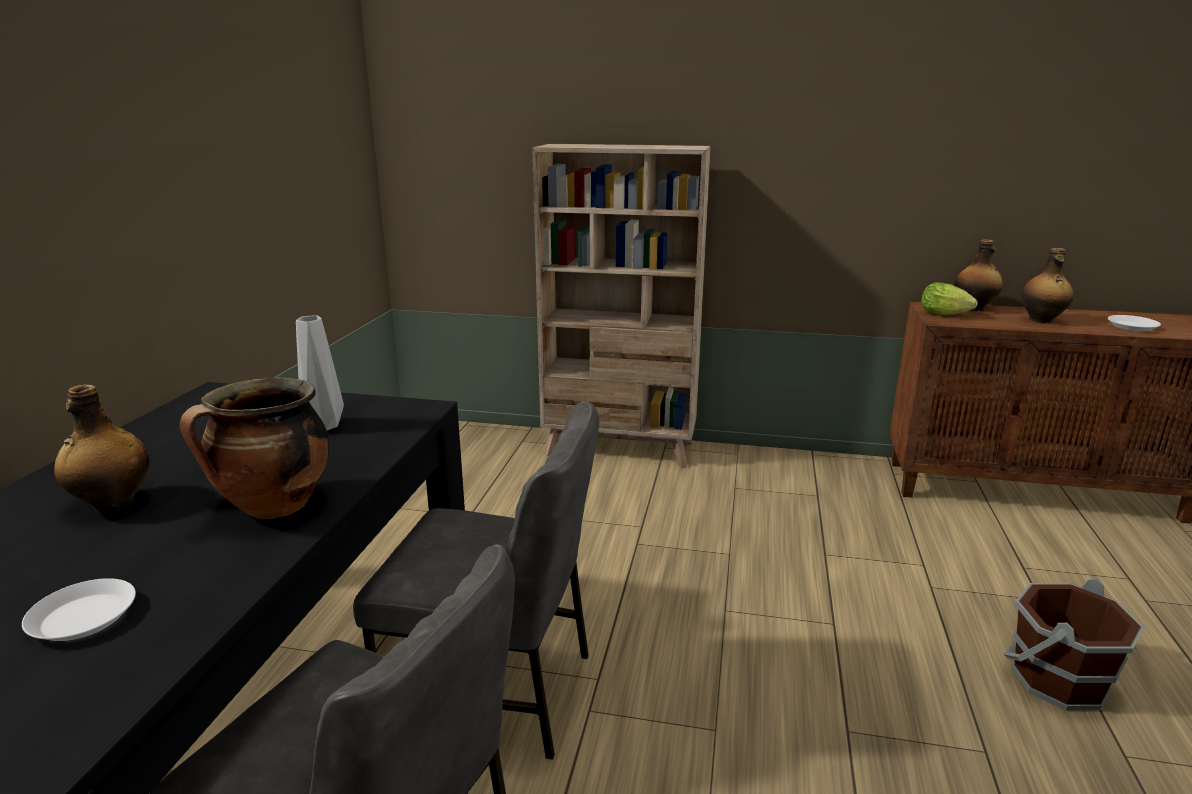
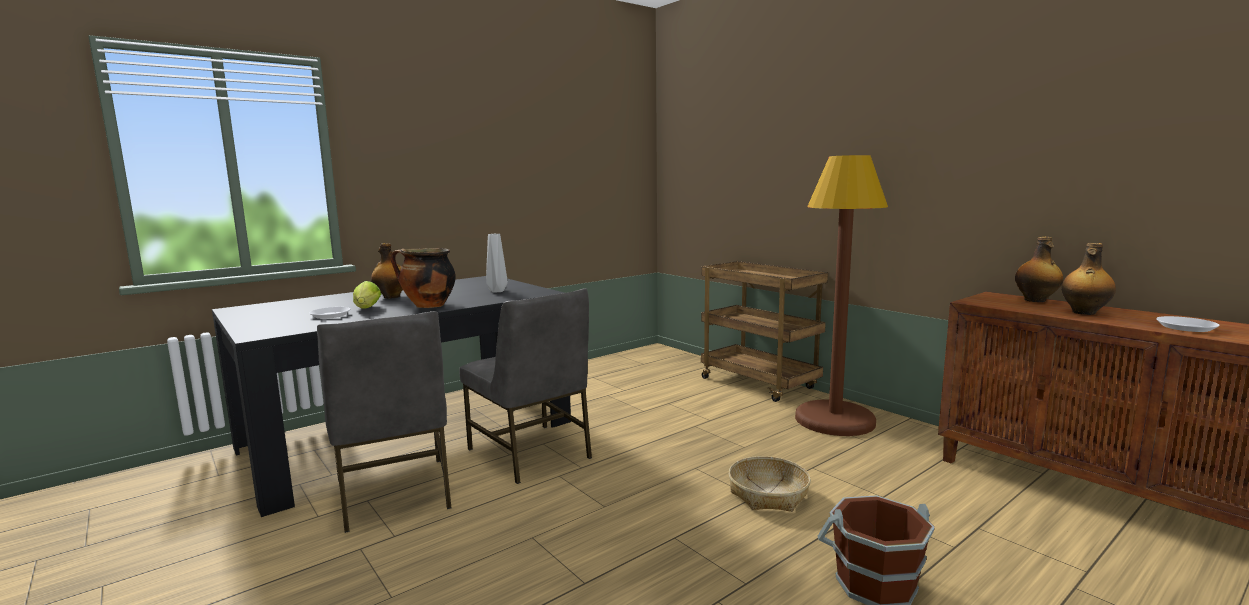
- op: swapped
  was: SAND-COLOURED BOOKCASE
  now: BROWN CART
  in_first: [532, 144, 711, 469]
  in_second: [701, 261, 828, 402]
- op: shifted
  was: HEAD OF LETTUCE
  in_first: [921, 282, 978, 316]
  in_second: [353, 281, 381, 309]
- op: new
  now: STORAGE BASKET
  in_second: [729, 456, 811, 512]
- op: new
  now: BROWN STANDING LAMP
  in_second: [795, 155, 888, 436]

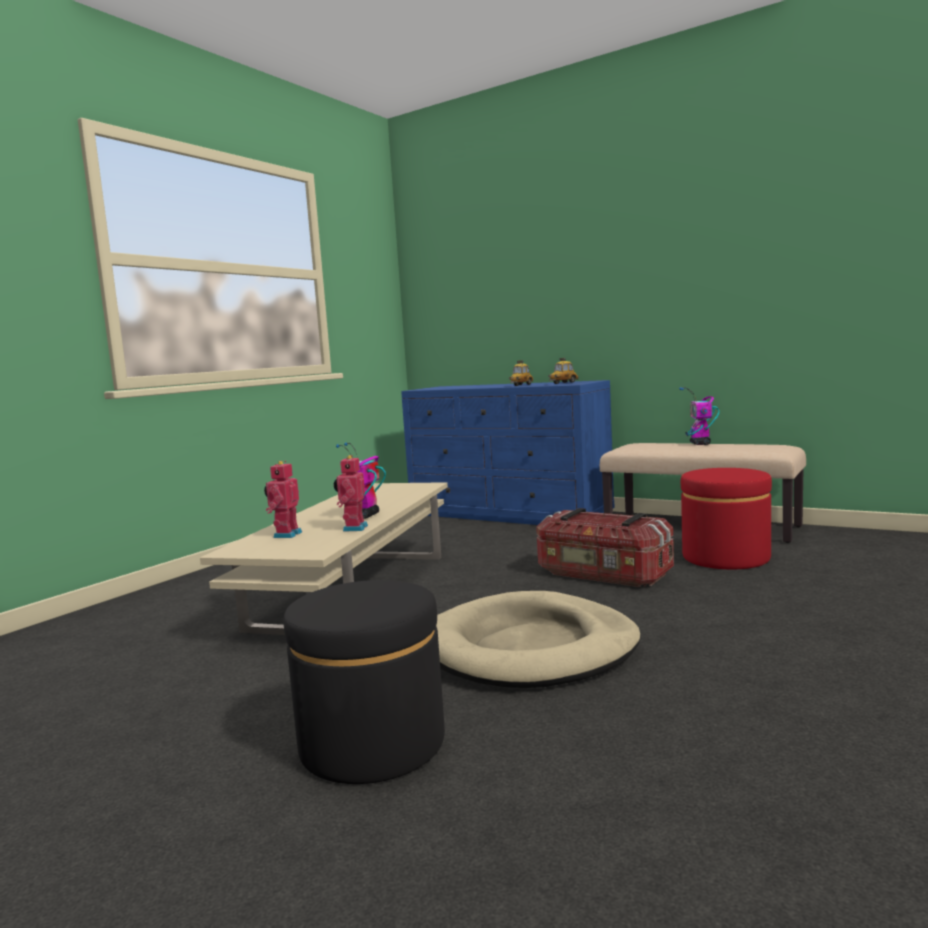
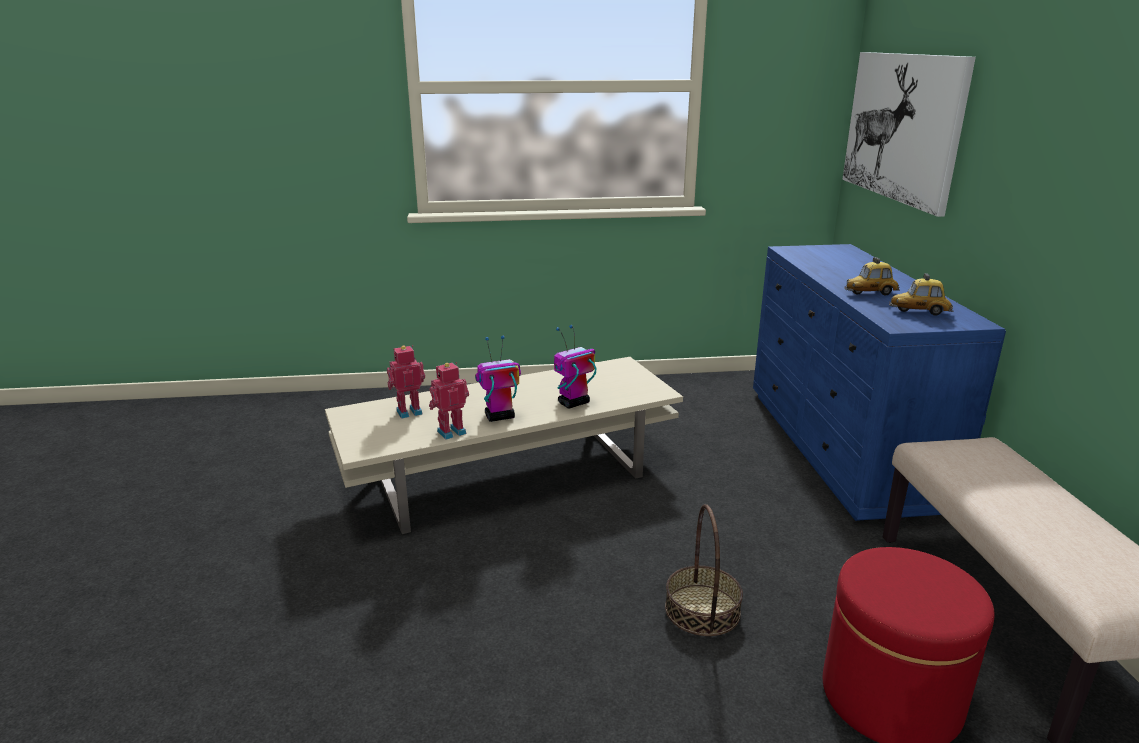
- op: gone
  was: BLACKISH FOOTREST
  in_first: [284, 580, 445, 784]
- op: gone
  was: SAND-COLOURED DOG CUSHION
  in_first: [436, 591, 641, 688]
- op: swapped
  was: STORAGE CONTAINER
  now: STORAGE BASKET
  in_first: [536, 508, 674, 587]
  in_second: [665, 504, 743, 636]
- op: shifted
  was: MODEL ROBOT
  in_first: [679, 387, 720, 445]
  in_second: [554, 325, 596, 408]
- op: new
  now: WALL ART
  in_second: [842, 52, 976, 217]

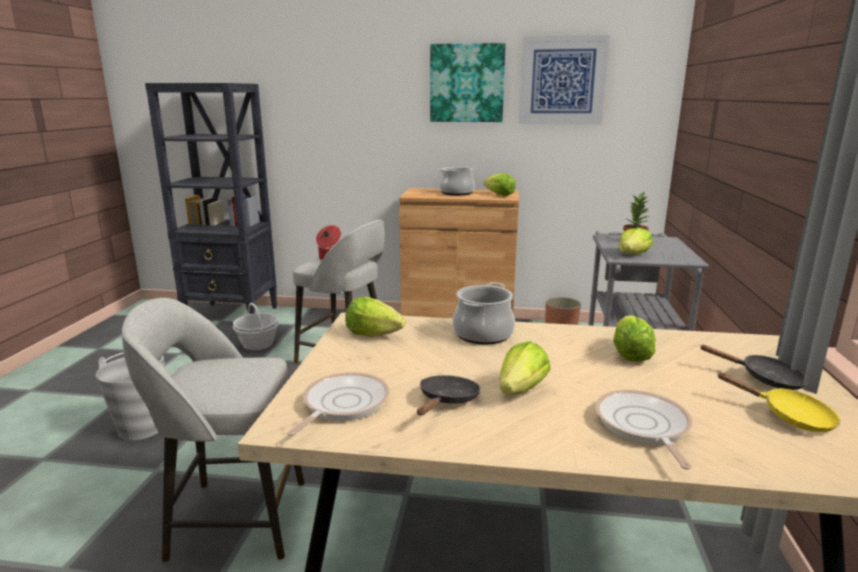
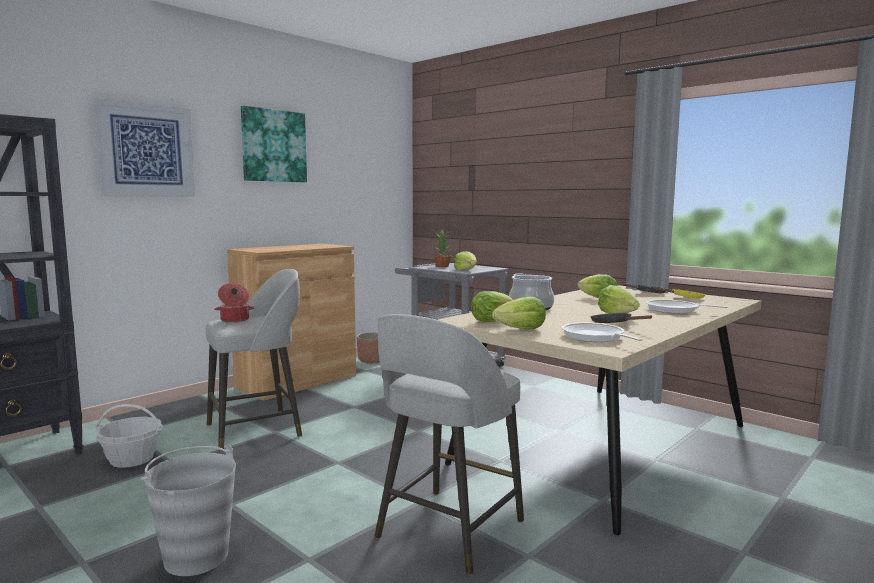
- op: gone
  was: STOCKPOT
  in_first: [438, 167, 476, 196]
- op: shifted
  was: HEAD OF LETTUCE
  in_first: [483, 173, 516, 196]
  in_second: [492, 297, 546, 329]
- op: shifted
  was: WALL ART
  in_first: [519, 35, 610, 125]
  in_second: [93, 98, 195, 197]

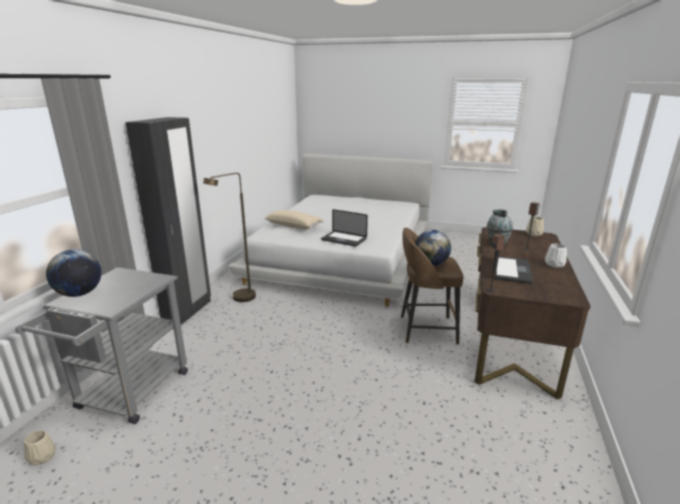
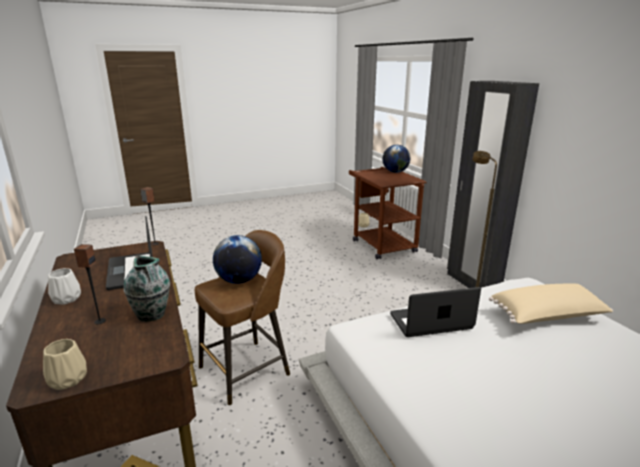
- op: repainted
  was: GREYISH CART
  now: BROWN CART
  in_first: [15, 267, 188, 424]
  in_second: [349, 167, 427, 259]

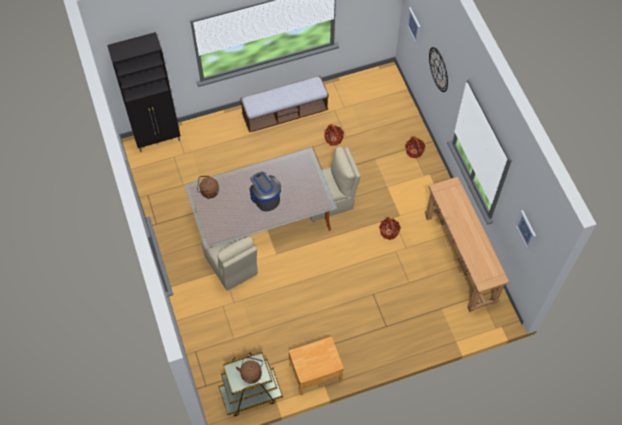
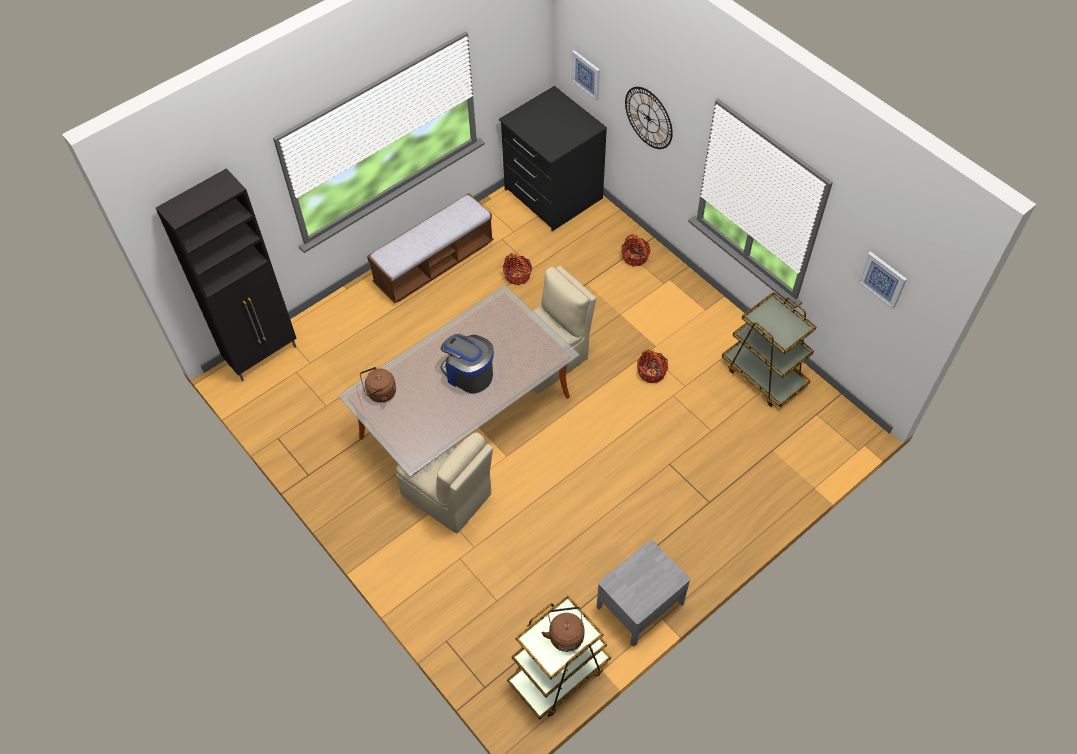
- op: repainted
  was: BROWN BEDSIDE TABLE
  now: GREYISH BEDSIDE TABLE
  in_first: [289, 337, 344, 395]
  in_second: [597, 540, 690, 646]
- op: swapped
  was: BROWN HALL TABLE
  now: BROWN CART
  in_first: [425, 177, 509, 312]
  in_second: [722, 292, 817, 407]
- op: new
  now: BLACKISH CHEST OF DRAWERS
  in_second: [499, 86, 607, 231]

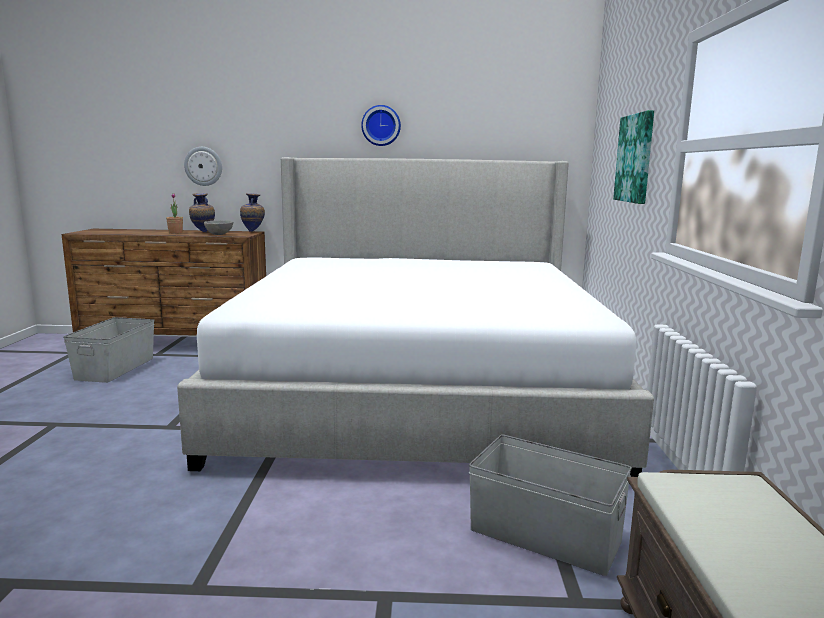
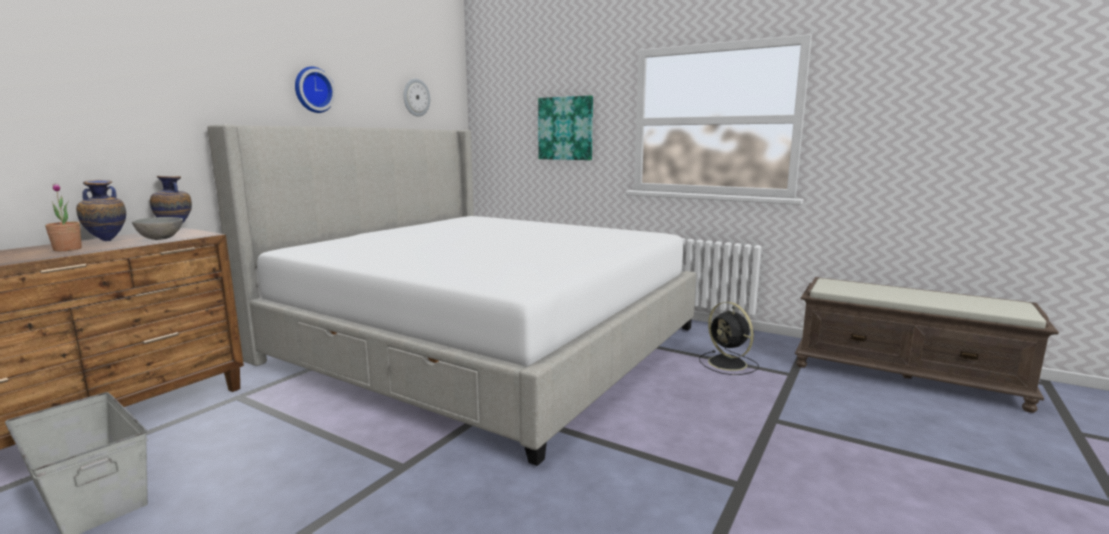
- op: shifted
  was: WALL CLOCK
  in_first: [184, 147, 222, 186]
  in_second: [403, 78, 430, 117]
- op: swapped
  was: GREYISH STORAGE CONTAINER
  now: BLACKISH COOLING FAN
  in_first: [469, 435, 632, 576]
  in_second: [699, 302, 759, 375]

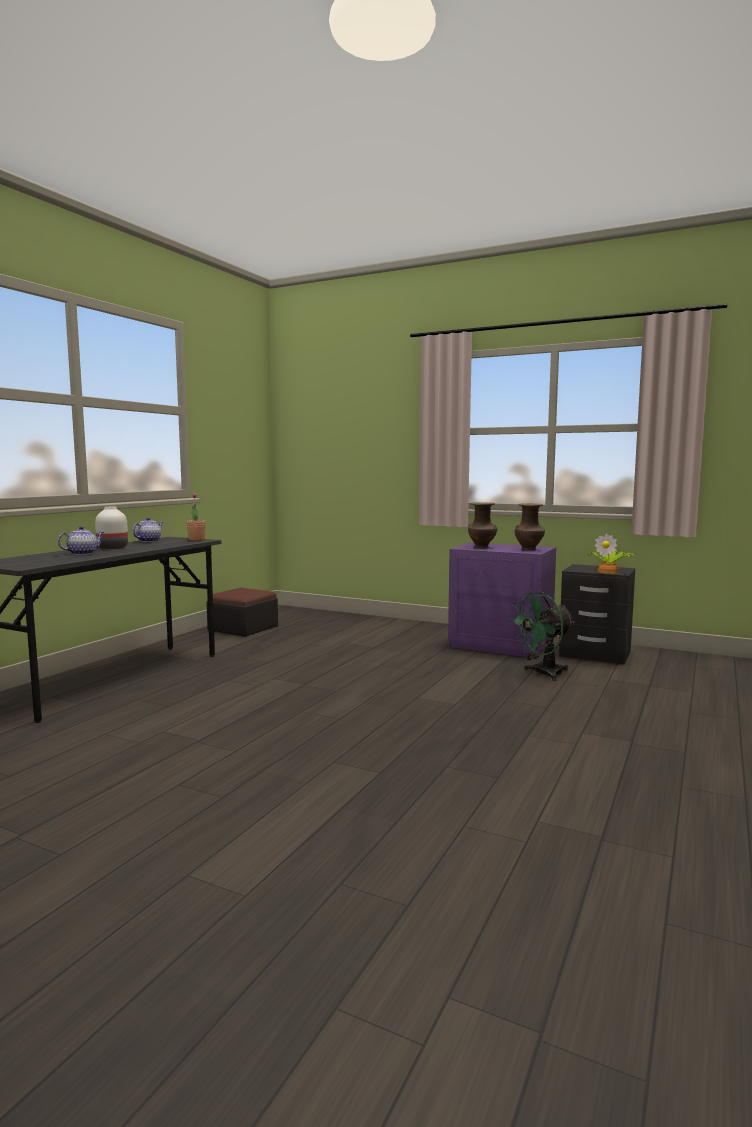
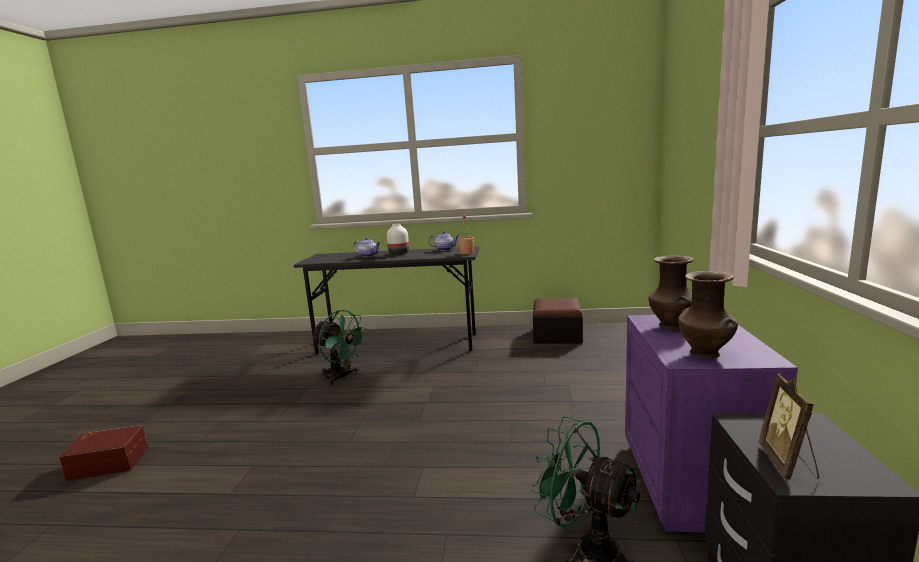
- op: swapped
  was: HOUSEPLANT
  now: STANDING FRAME
  in_first: [588, 533, 634, 574]
  in_second: [758, 374, 819, 480]
- op: new
  now: BROWN STORAGE CONTAINER
  in_second: [59, 425, 148, 481]
- op: new
  now: GREENISH COOLING FAN
  in_second: [311, 310, 367, 385]

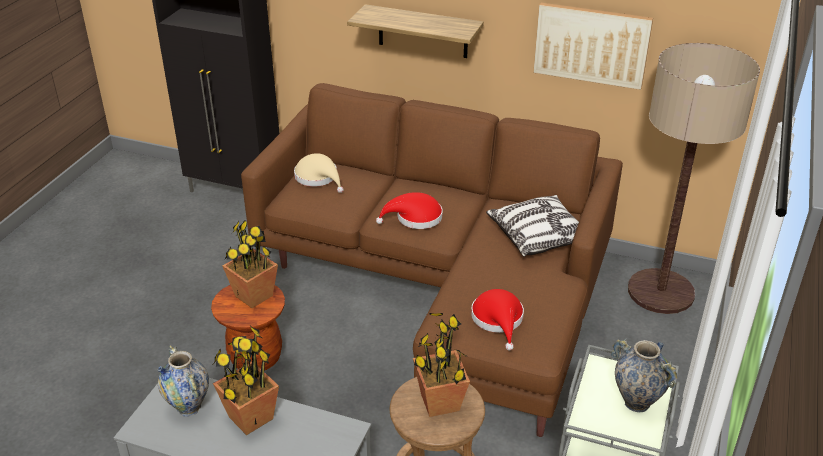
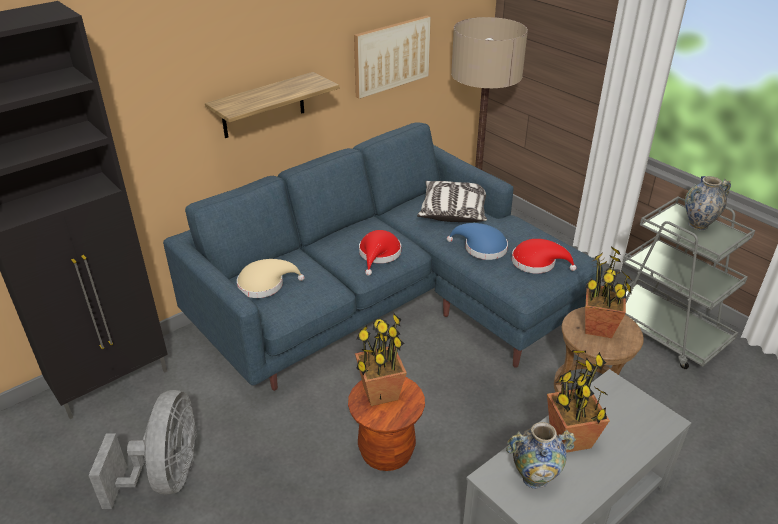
- op: repainted
  was: BROWN SETTEE
  now: BLUISH SETTEE
  in_first: [241, 83, 623, 437]
  in_second: [163, 123, 603, 391]
- op: new
  now: GREYISH COOLING FAN
  in_second: [88, 390, 197, 509]
- op: new
  now: BLUISH CLOTHING HAT
  in_second: [447, 223, 508, 260]

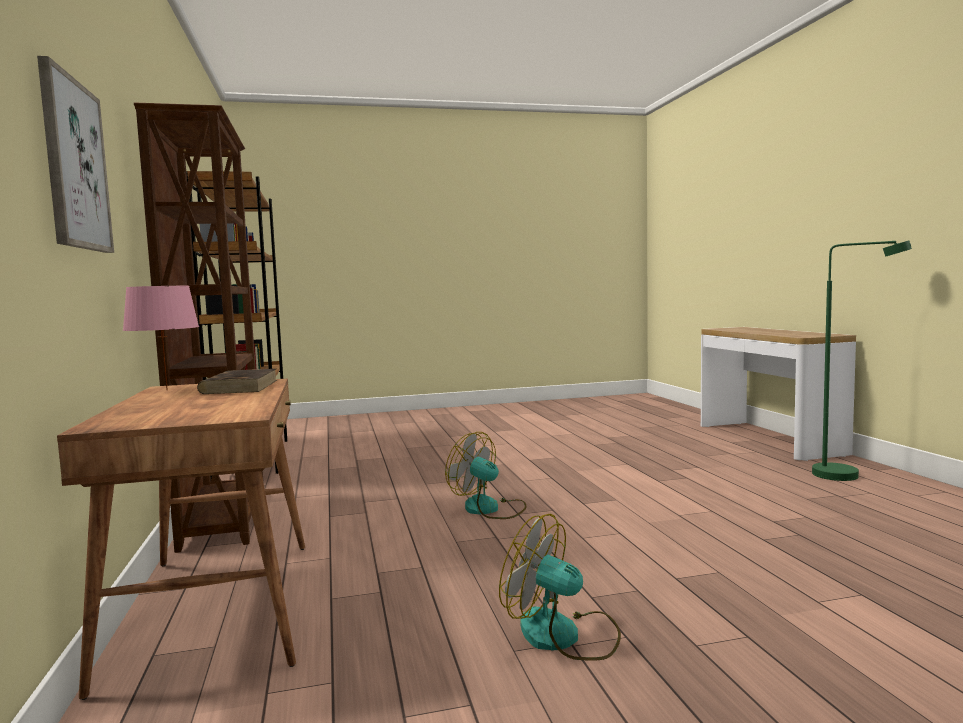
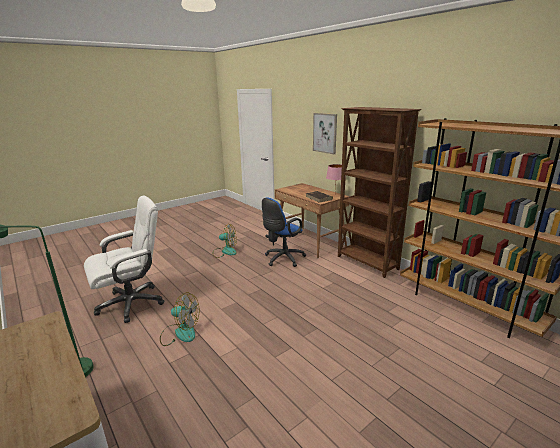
- op: shifted
  was: COOLING FAN
  in_first: [445, 432, 526, 519]
  in_second: [160, 292, 199, 346]
- op: new
  now: WHITE-COLOURED DESK CHAIR
  in_second: [84, 195, 164, 323]
- op: new
  now: BLUISH DESK CHAIR
  in_second: [262, 197, 306, 267]

